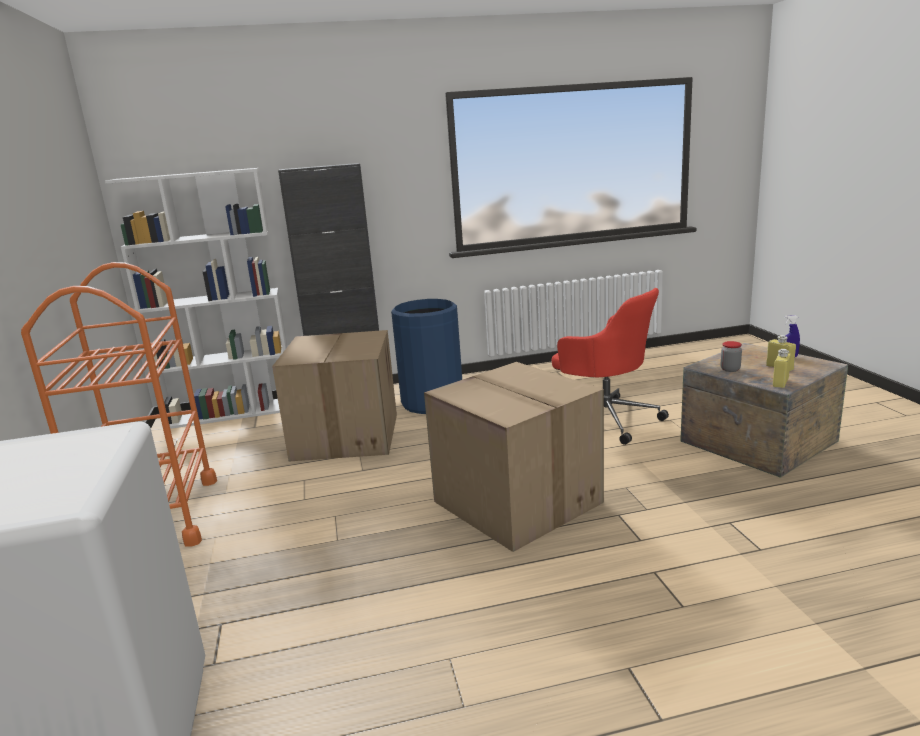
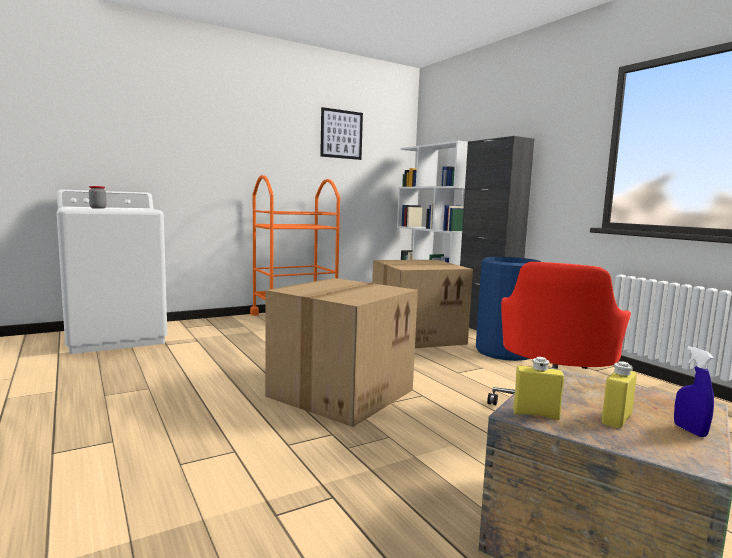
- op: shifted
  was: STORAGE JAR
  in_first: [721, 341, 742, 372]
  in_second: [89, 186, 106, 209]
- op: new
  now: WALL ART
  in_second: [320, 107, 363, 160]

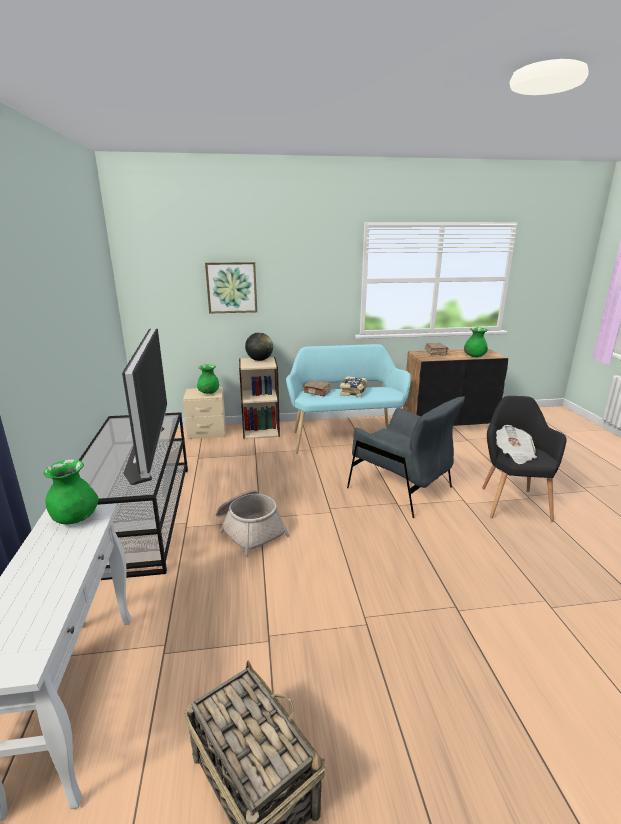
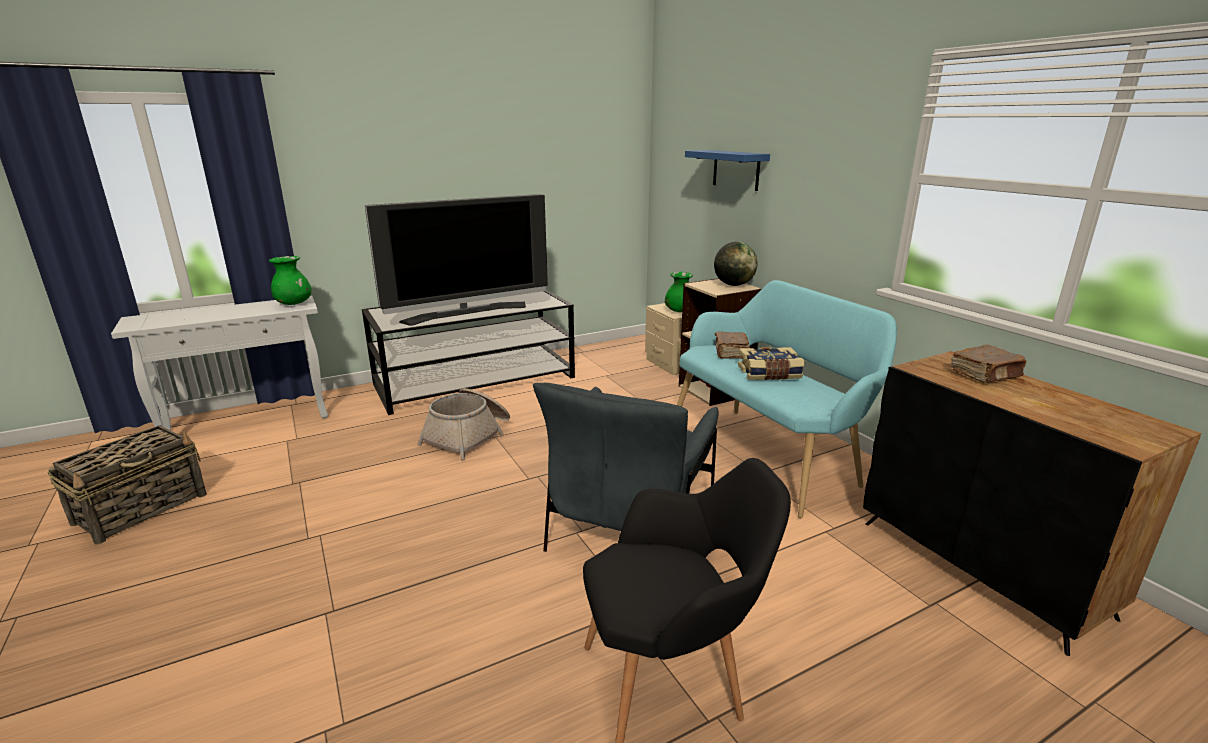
- op: swapped
  was: WALL ART
  now: BLUISH WALL SHELF
  in_first: [205, 262, 257, 314]
  in_second: [685, 150, 770, 191]
- op: gone
  was: GREENISH DECORATIVE VASE
  in_first: [464, 327, 488, 357]
- op: gone
  was: NEWSPAPER
  in_first: [496, 425, 537, 464]

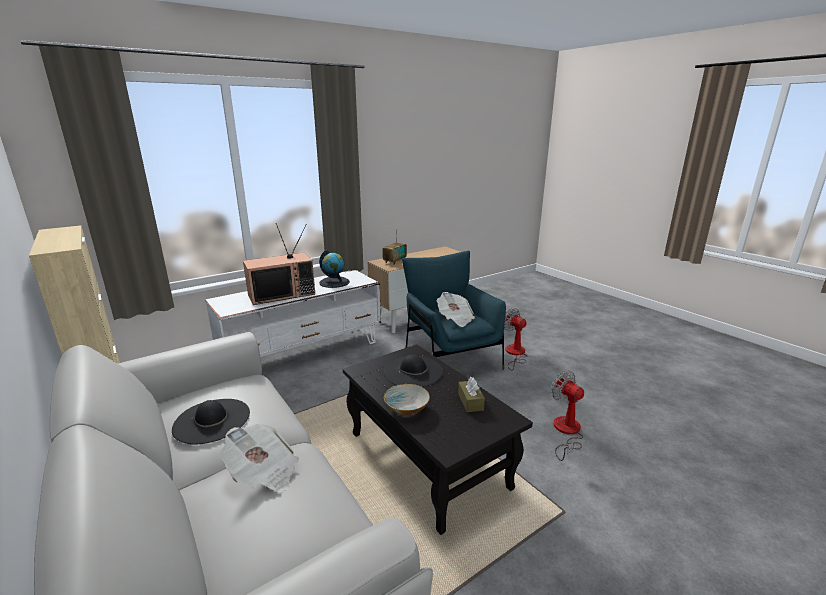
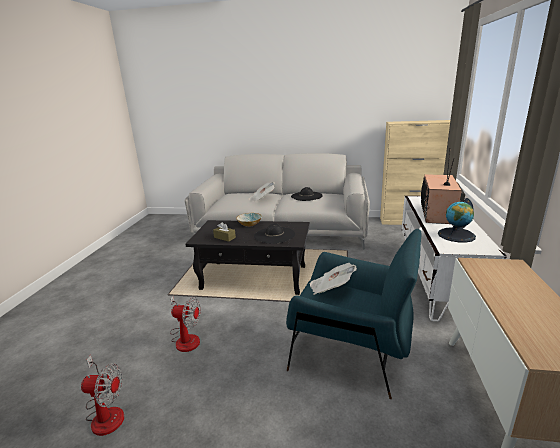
- op: gone
  was: RADIO
  in_first: [382, 230, 407, 265]
- op: shifted
  was: COOLING FAN
  in_first: [504, 308, 527, 371]
  in_second: [81, 355, 124, 436]

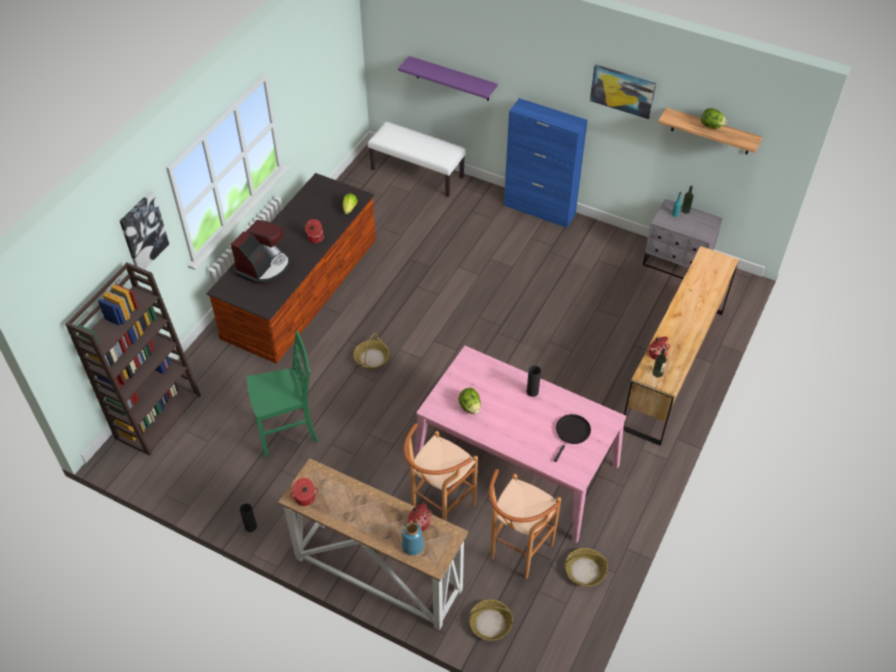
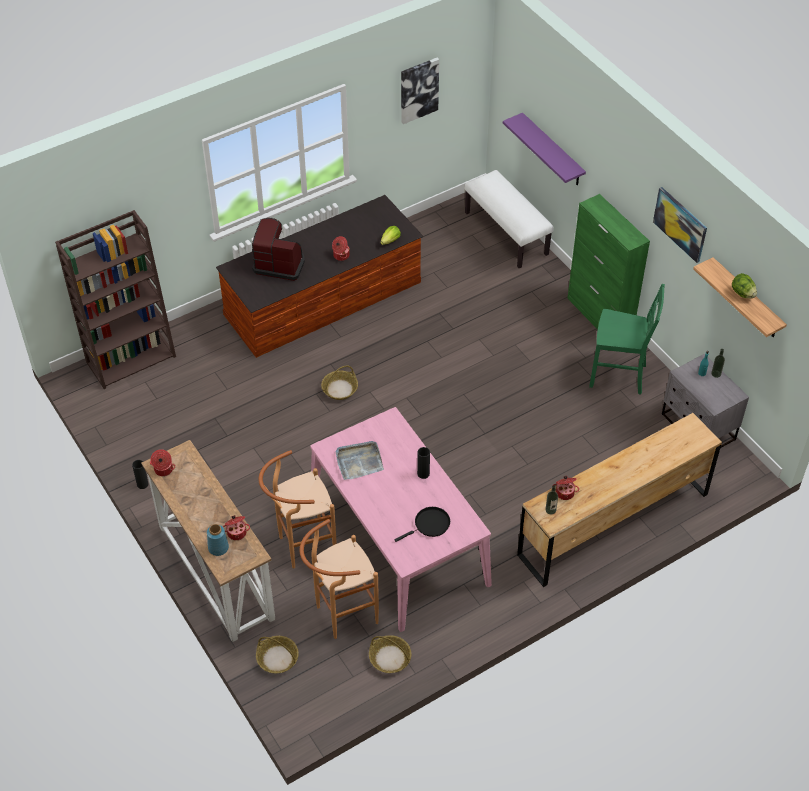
- op: shifted
  was: WALL ART
  in_first: [120, 191, 169, 270]
  in_second: [401, 58, 439, 124]
- op: rotated
  was: COFFEE MACHINE
  in_first: [231, 220, 291, 285]
  in_second: [252, 218, 305, 281]
  clockwise: -135
- op: shifted
  was: GREENISH CHAIR
  in_first: [247, 331, 318, 457]
  in_second: [589, 284, 665, 395]
- op: swapped
  was: HEAD OF LETTUCE
  now: GREYISH SERVING TRAY
  in_first: [458, 387, 481, 414]
  in_second: [335, 441, 384, 480]
- op: repainted
  was: BLUISH CUPBOARD
  now: GREENISH CUPBOARD
  in_first: [504, 98, 588, 228]
  in_second: [567, 194, 650, 329]

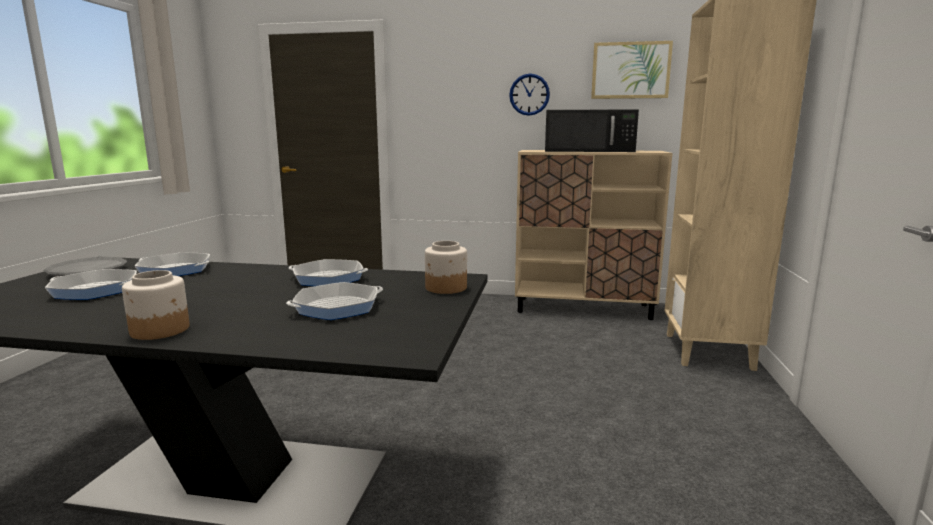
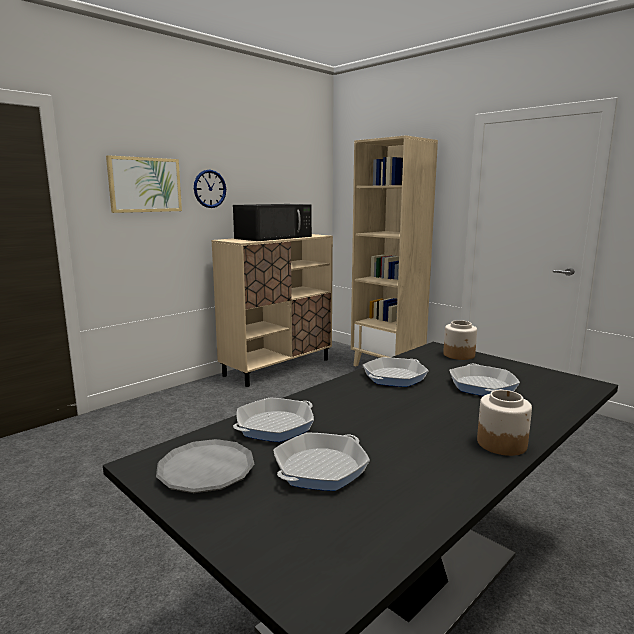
- op: shifted
  was: WALL ART
  in_first: [591, 41, 673, 99]
  in_second: [106, 155, 182, 213]

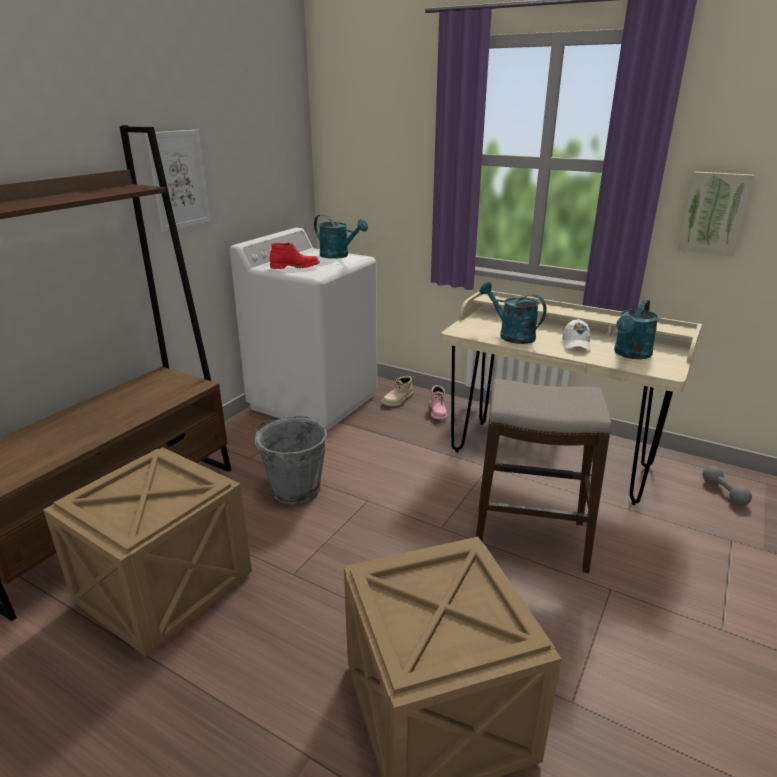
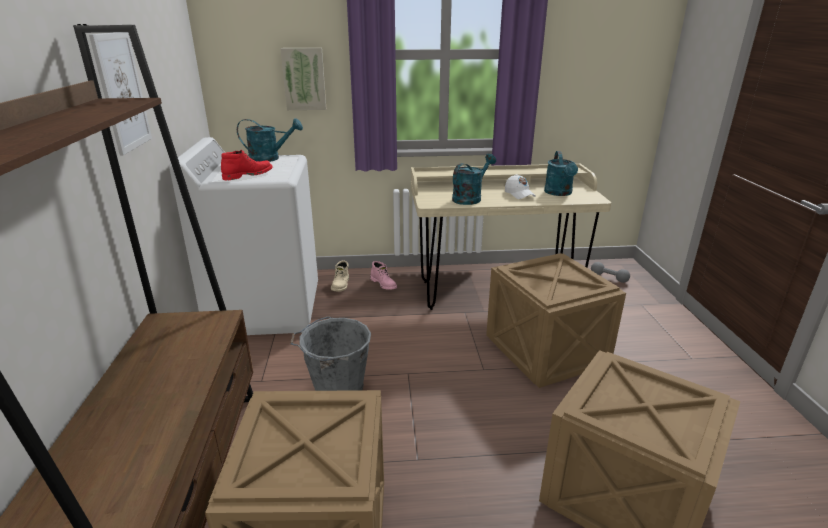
- op: swapped
  was: STOOL
  now: CRATE
  in_first: [476, 379, 611, 573]
  in_second: [486, 253, 626, 388]
- op: rotated
  was: TURQUOISE WATERING POT
  in_first: [479, 282, 547, 344]
  in_second: [452, 154, 496, 205]
  clockwise: 120
- op: shifted
  was: WALL ART
  in_first: [678, 171, 754, 257]
  in_second: [280, 48, 326, 110]

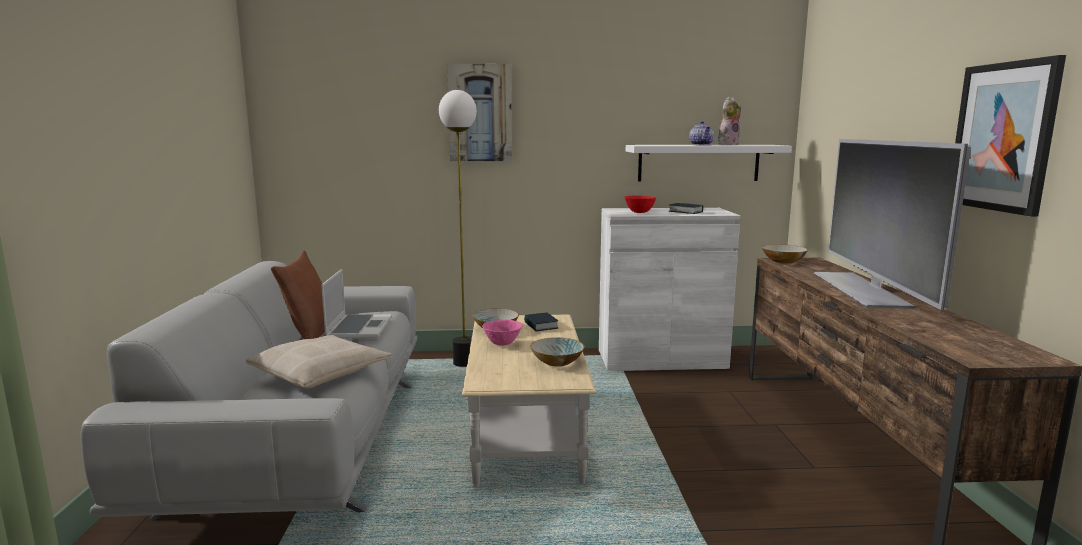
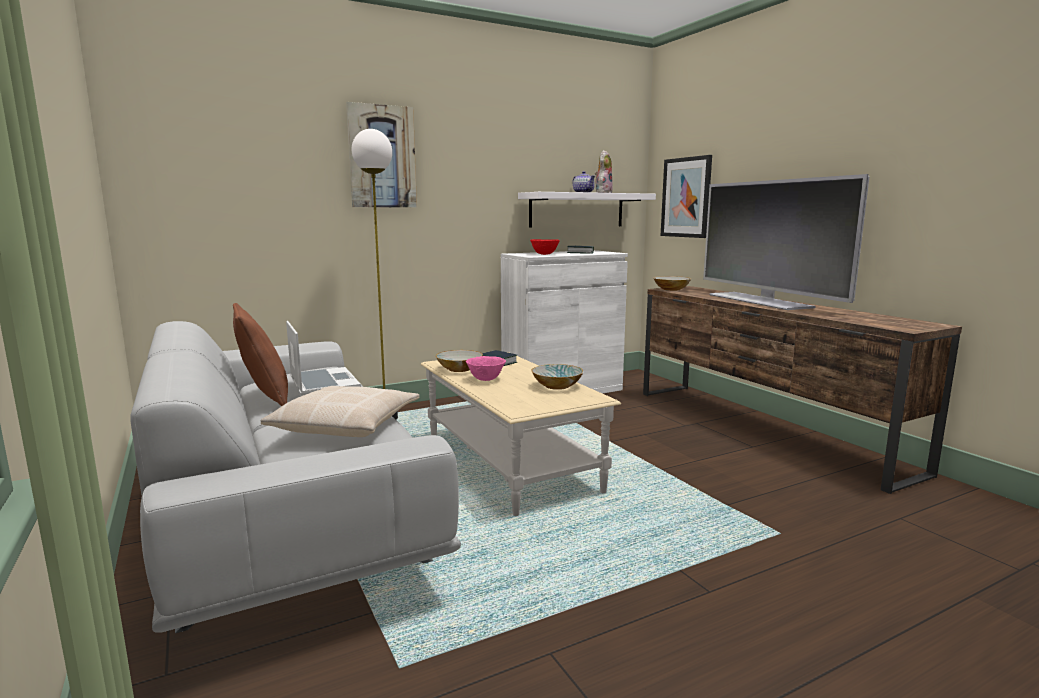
- op: shifted
  was: WALL ART
  in_first: [955, 55, 1066, 217]
  in_second: [661, 155, 712, 238]

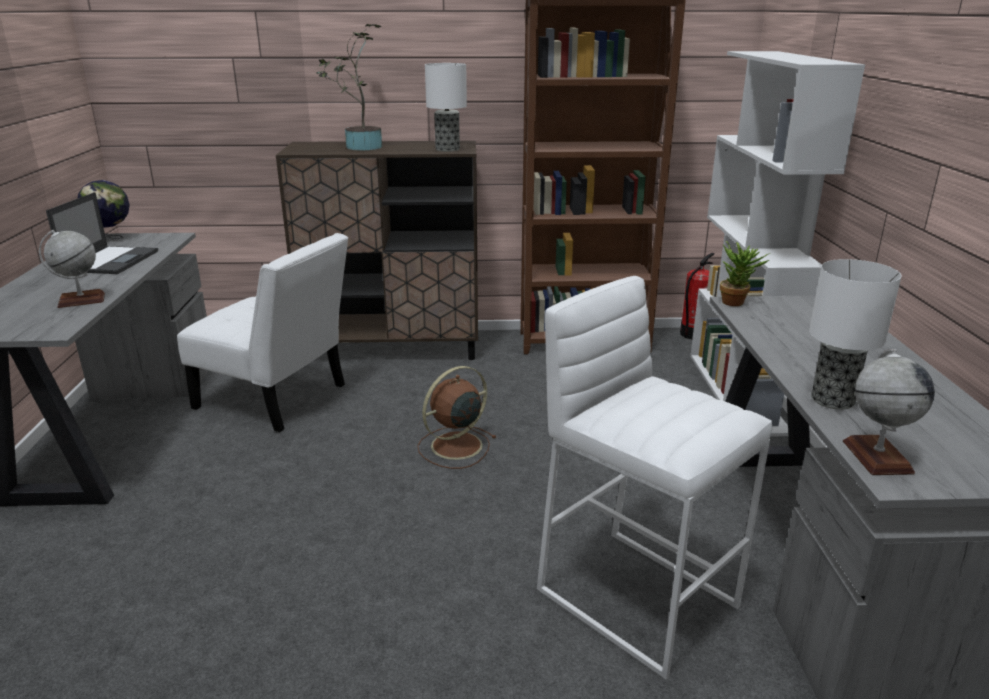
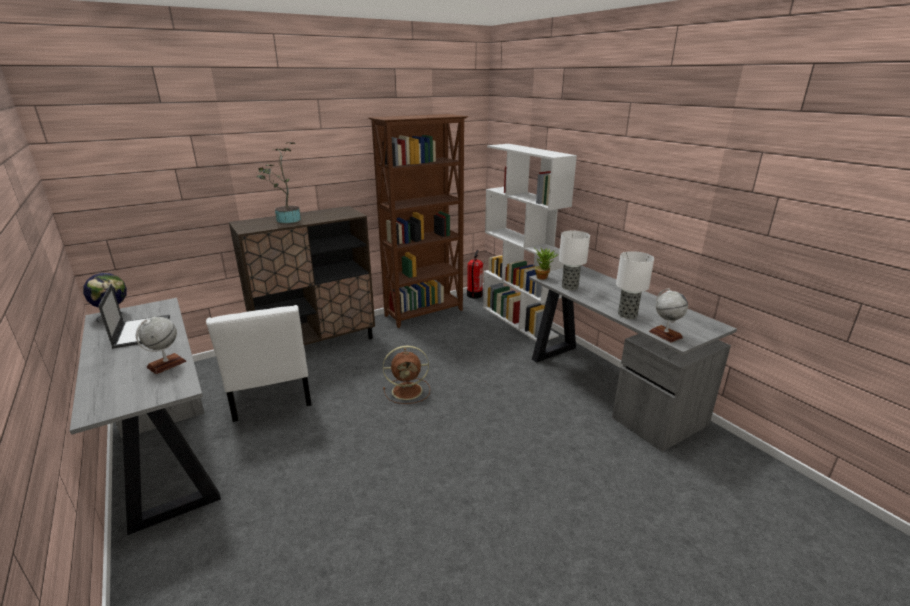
- op: rotated
  was: WHITE-COLOURED CHAIR
  in_first: [177, 233, 348, 432]
  in_second: [206, 305, 312, 422]
  clockwise: 75
- op: rotated
  was: BROWN COOLING FAN
  in_first: [417, 366, 497, 469]
  in_second: [383, 346, 430, 404]
  clockwise: -120
- op: shifted
  was: LAMP FOR A TABLE
  in_first: [425, 63, 467, 152]
  in_second: [559, 231, 590, 290]
- op: gone
  was: WHITE-COLOURED STOOL
  in_first: [537, 276, 772, 679]

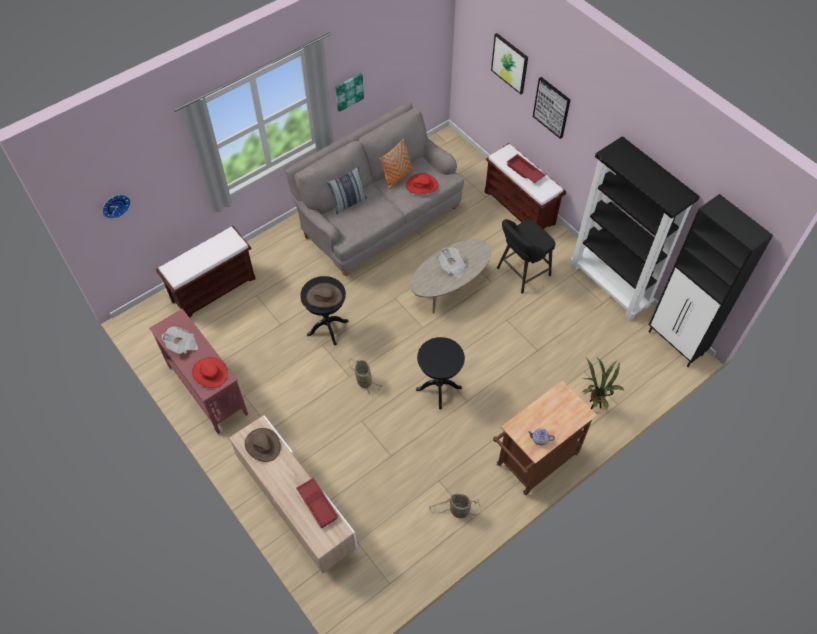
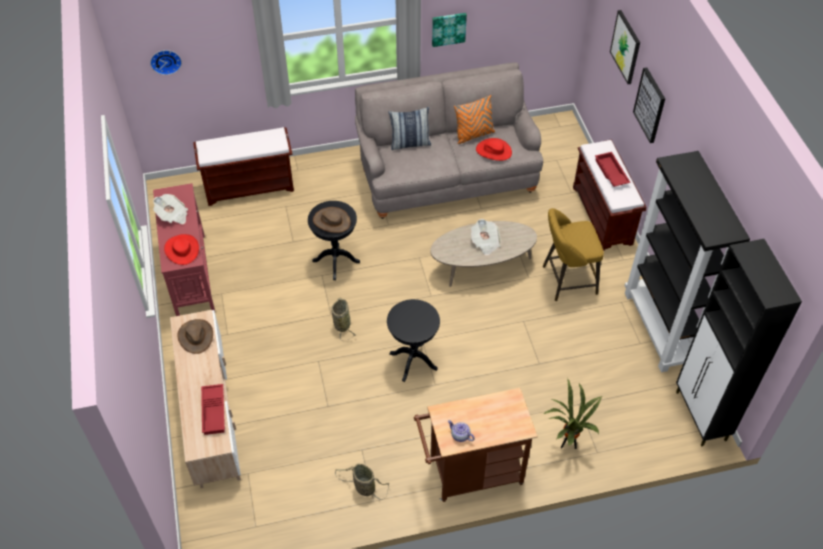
- op: repainted
  was: BLACKISH STOOL
  now: YELLOW STOOL
  in_first: [497, 219, 555, 294]
  in_second: [543, 208, 604, 301]

